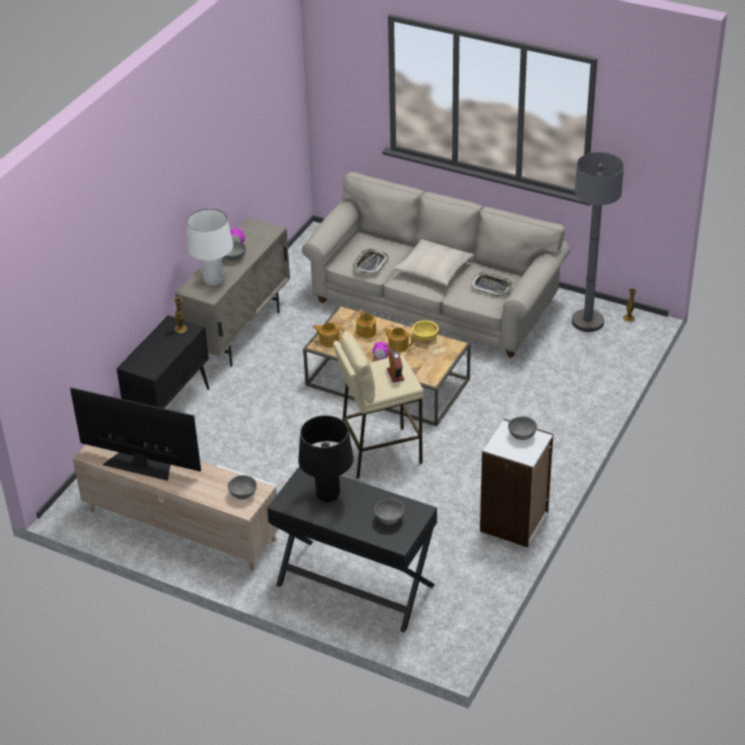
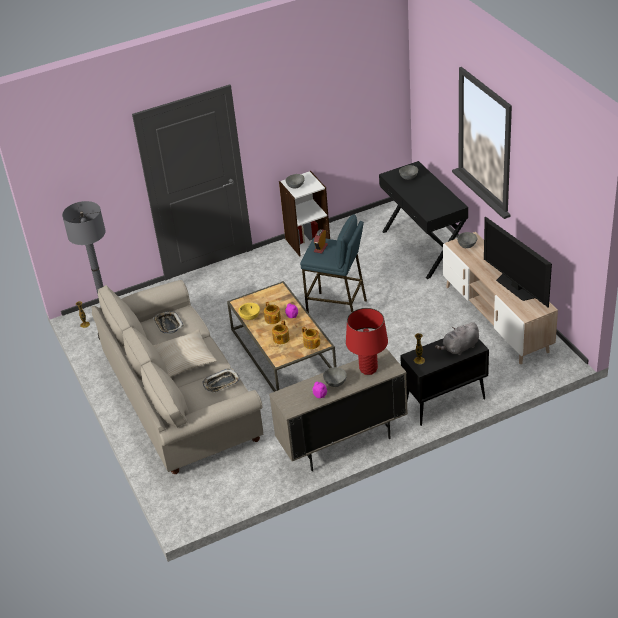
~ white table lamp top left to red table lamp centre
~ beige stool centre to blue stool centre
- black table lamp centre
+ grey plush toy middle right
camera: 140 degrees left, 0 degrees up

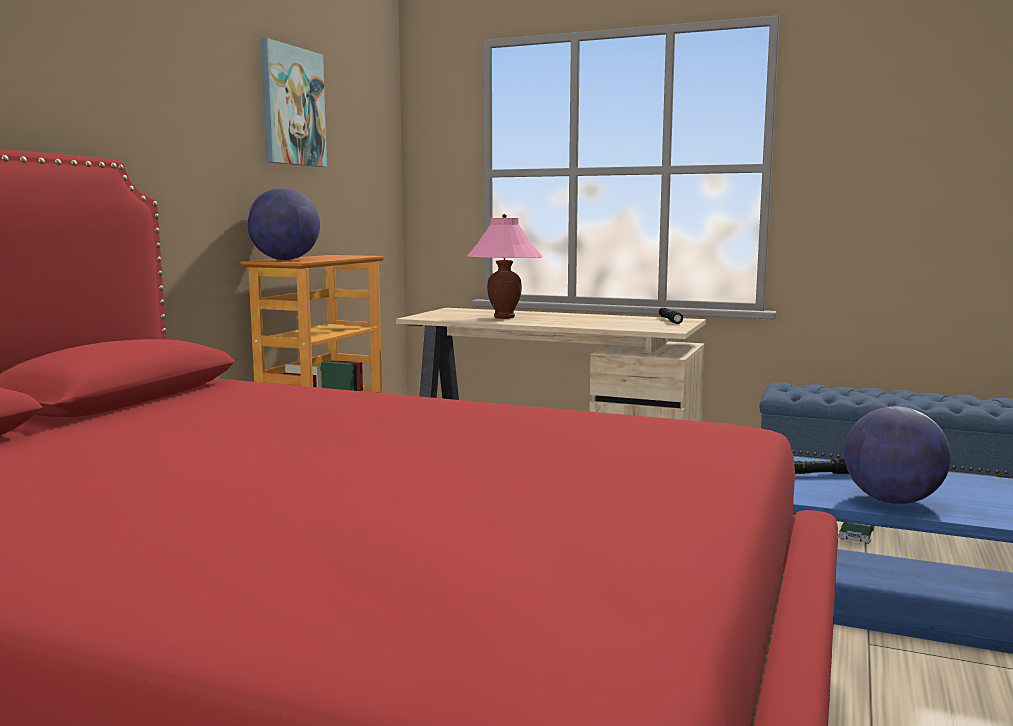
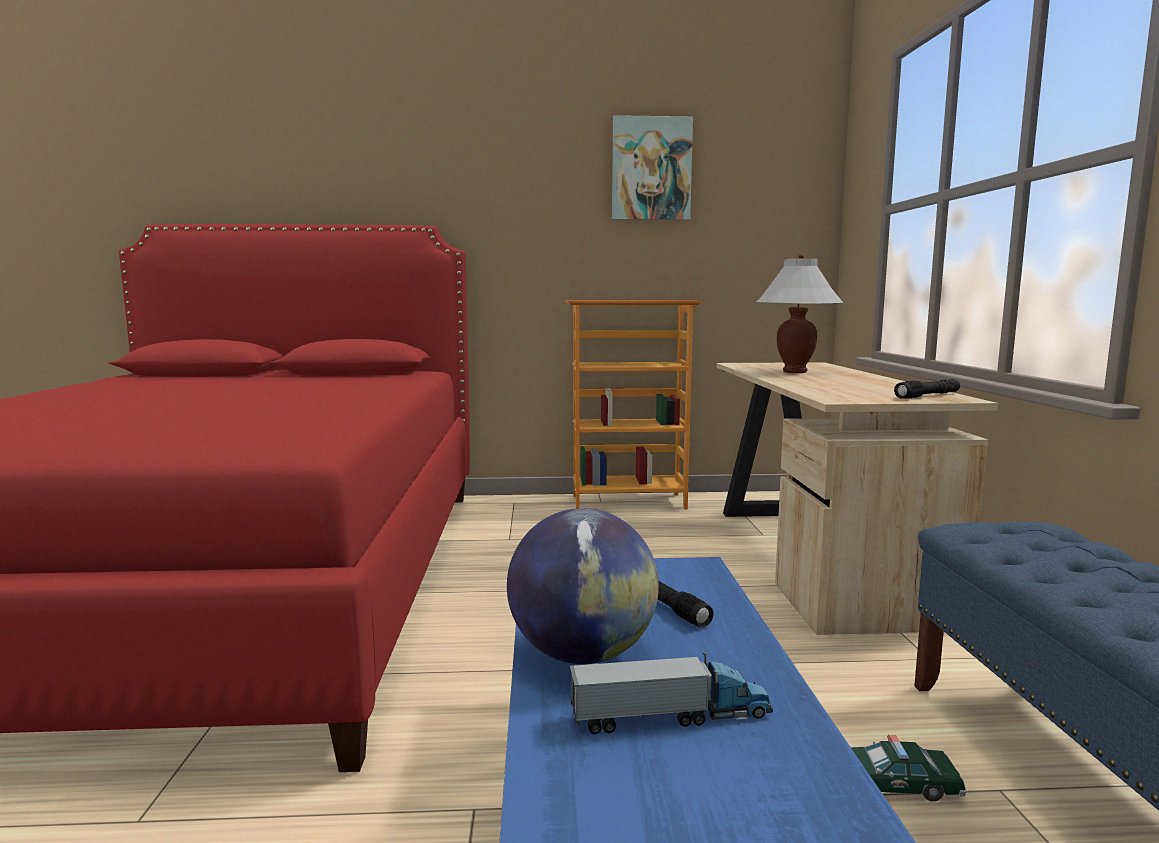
- globe (no. 1 from left) top left
~ pink table lamp centre to white table lamp middle right
+ toy truck bottom centre
camera: 65 degrees right, 0 degrees up

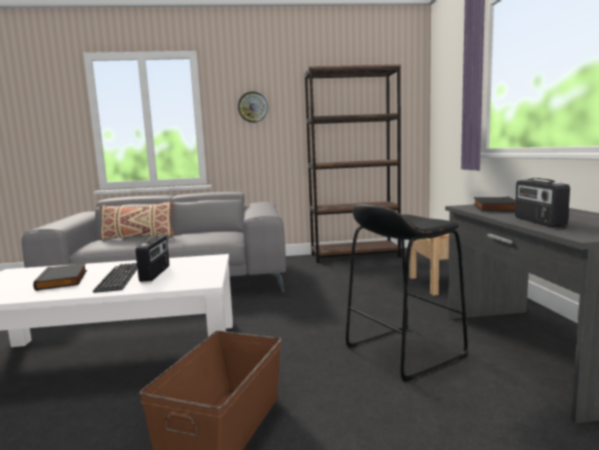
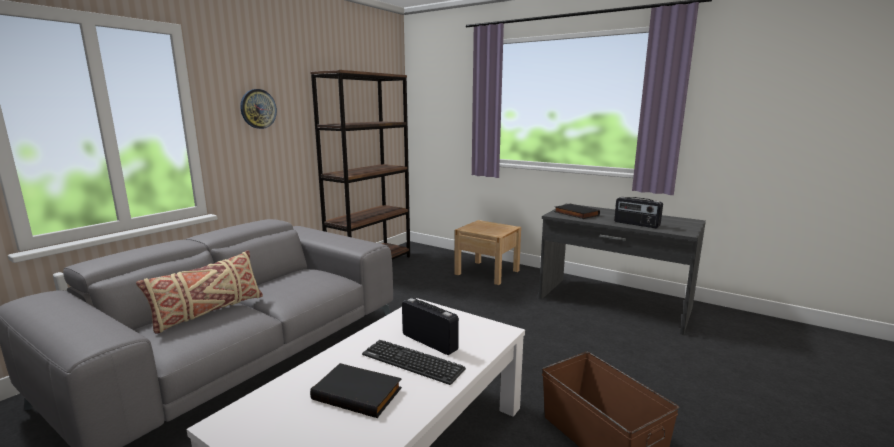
- black stool middle right
camera: 50 degrees left, 5 degrees up

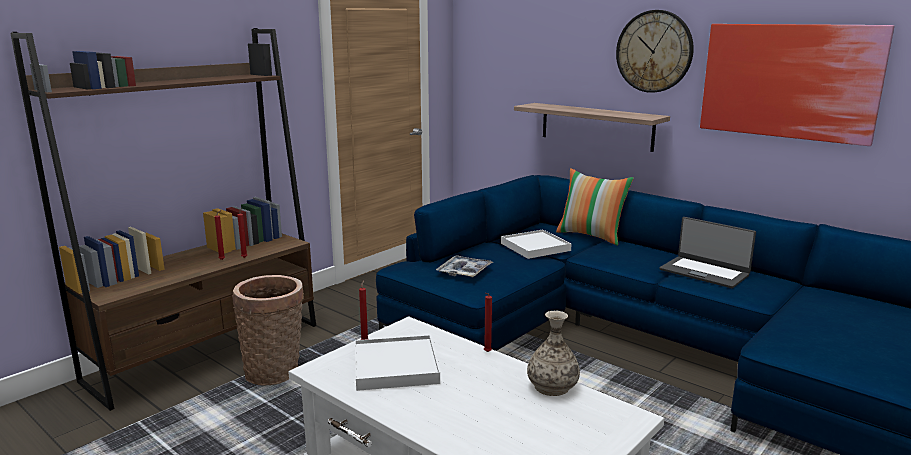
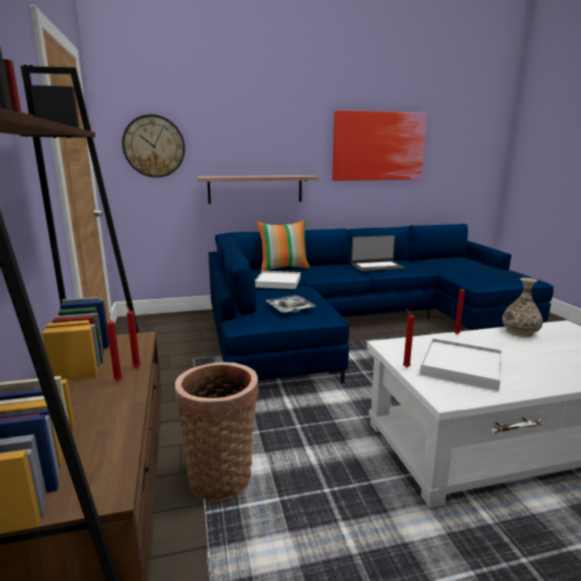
~ wall clock top right to top left
camera: 55 degrees left, 0 degrees up

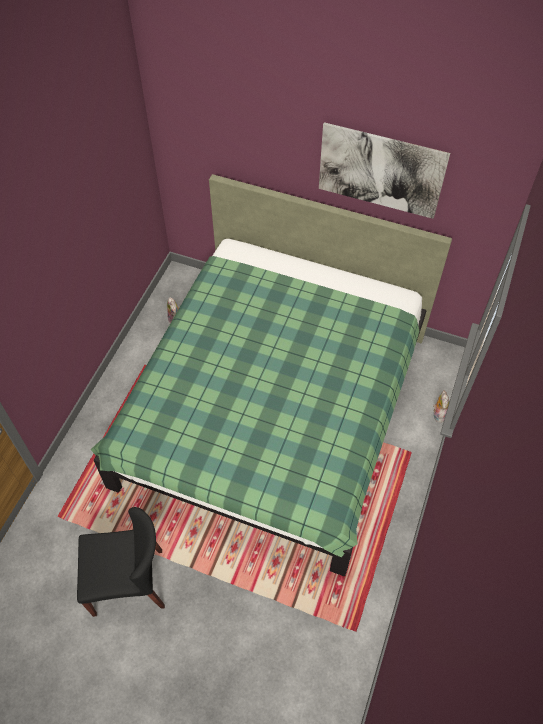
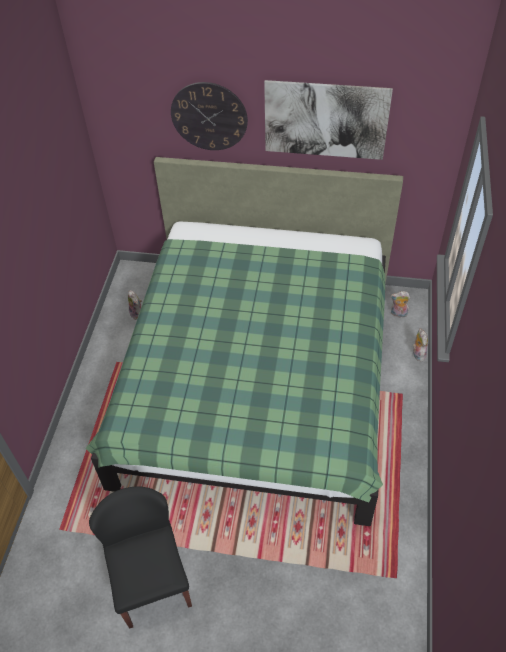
~ black chair bottom left = bottom left 90 degrees counterclockwise
+ wall clock top centre
+ plush toy (no. 2 from left) middle right
camera: 10 degrees left, 5 degrees down

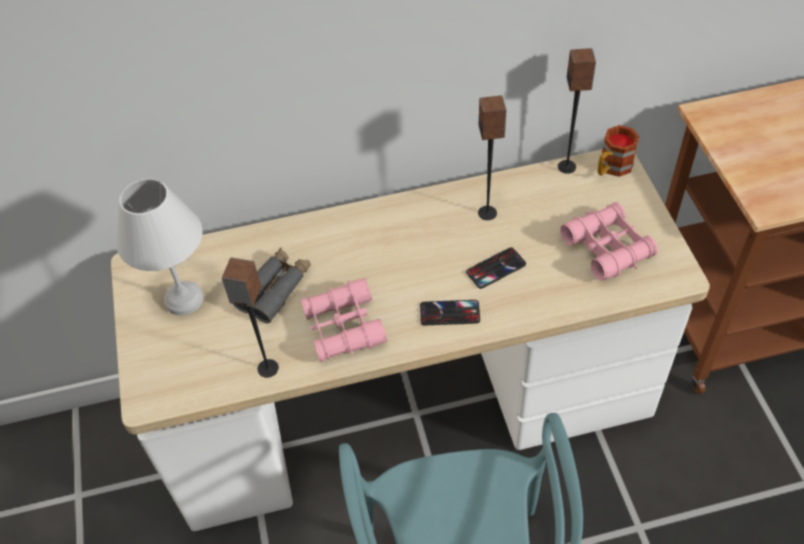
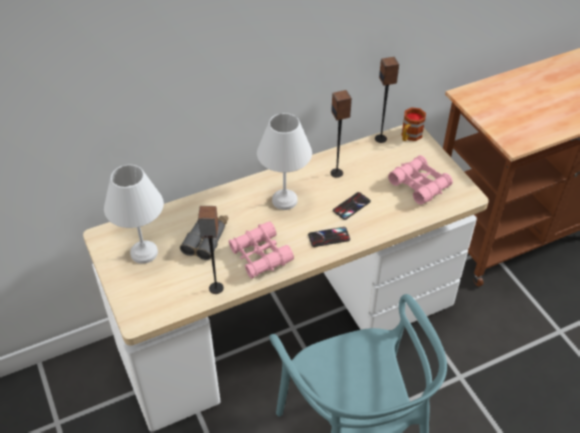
+ white table lamp (no. 2 from left) centre
camera: 15 degrees left, 5 degrees down

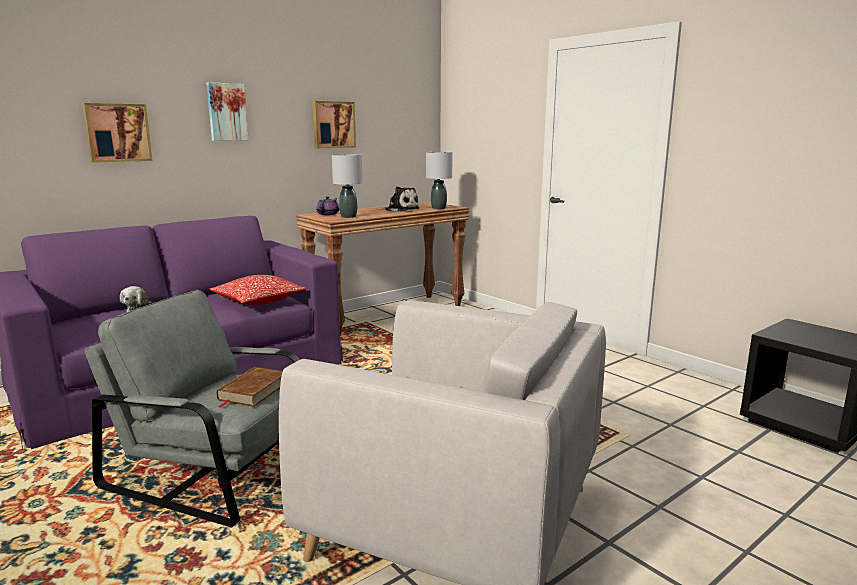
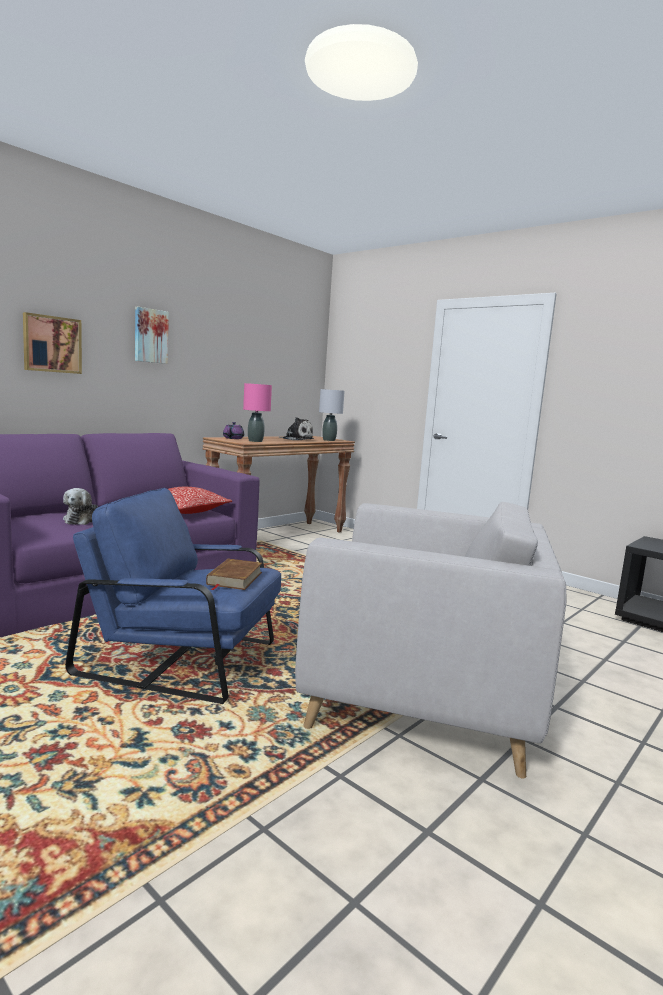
- picture (no. 3 from left) top centre
~ grey table lamp (no. 1 from left) top centre to pink table lamp centre
~ grey armchair (no. 1 from left) bottom left to blue armchair middle left
camera: 10 degrees left, 5 degrees down

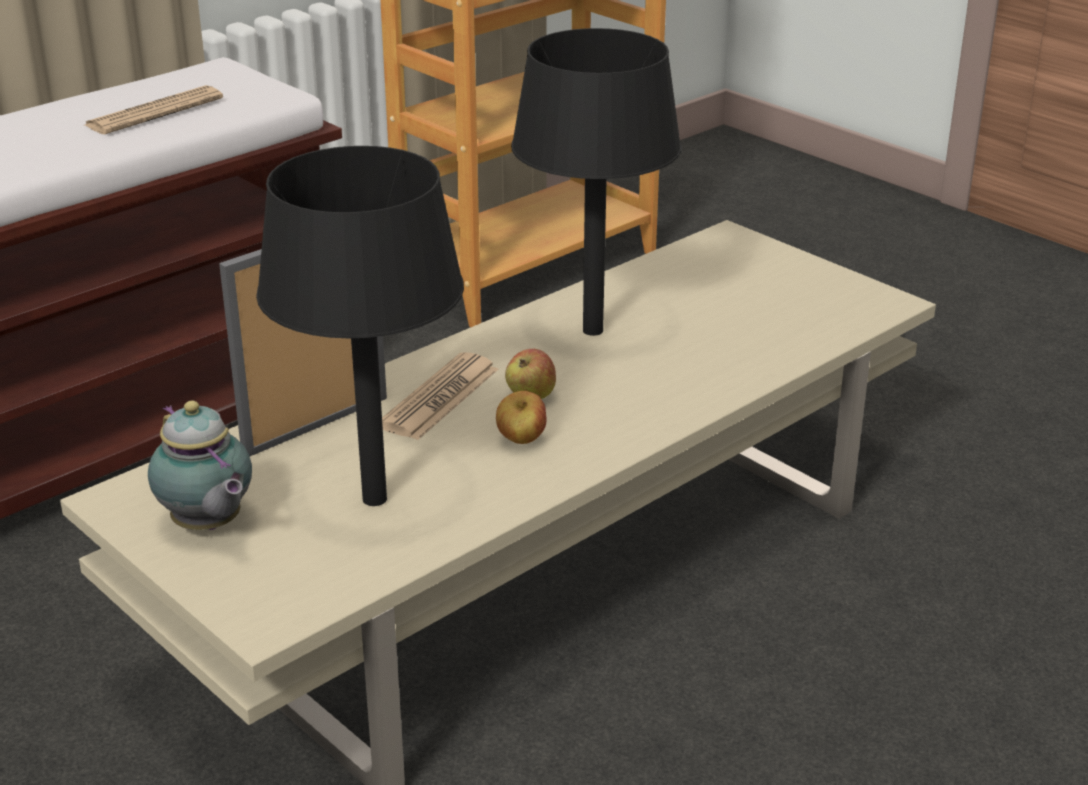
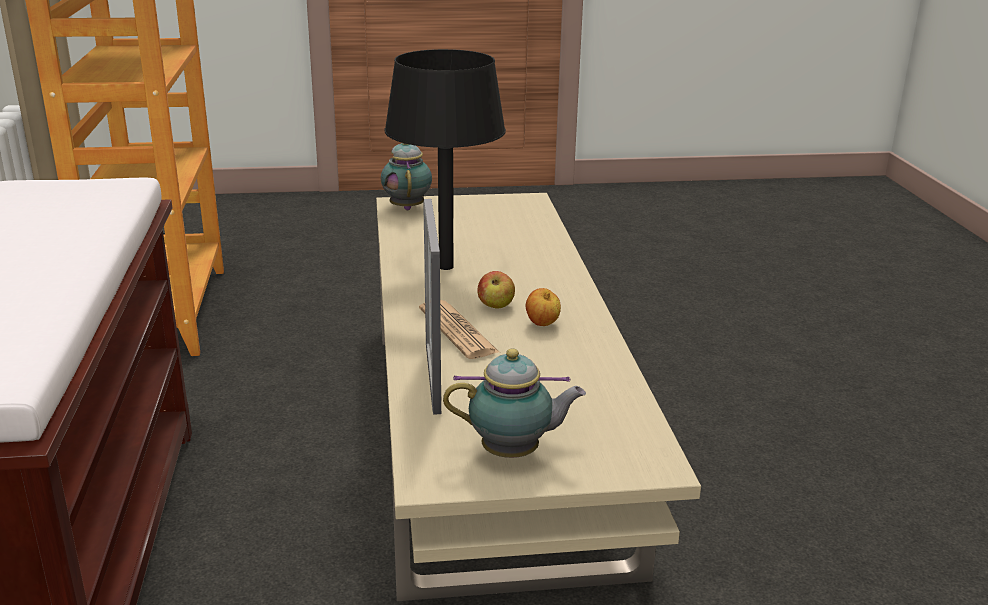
- newspaper (no. 1 from left) top left
- black table lamp (no. 1 from left) middle left
+ teapot (no. 1 from left) top centre
camera: 55 degrees left, 5 degrees down

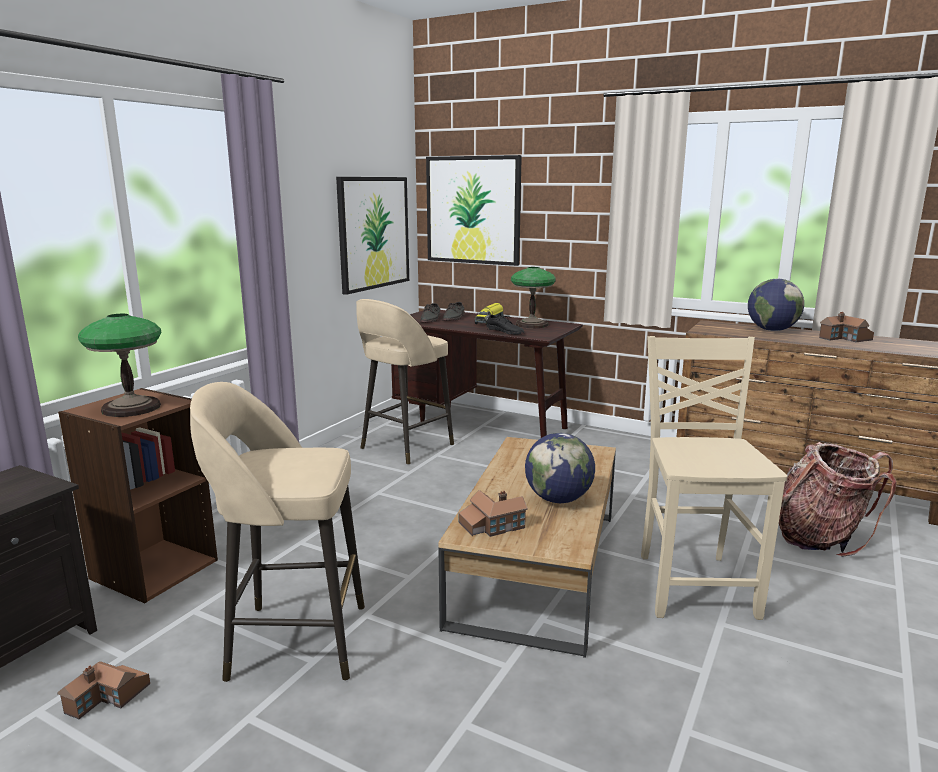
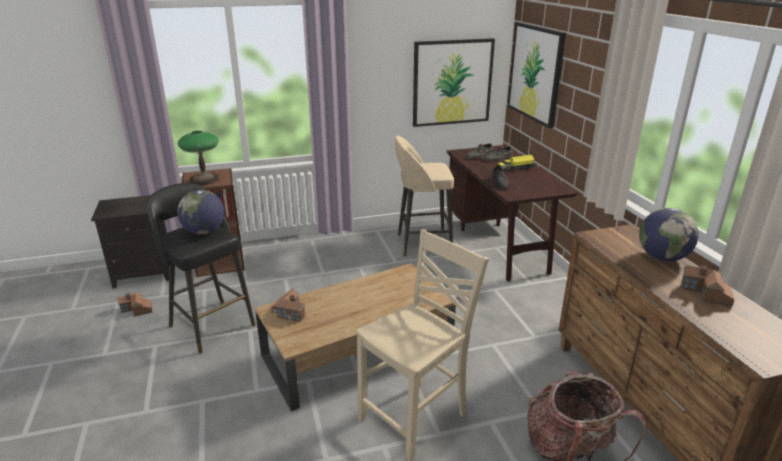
- table lamp (no. 2 from left) centre
~ beige stool (no. 1 from left) bottom left to black stool middle left
~ globe (no. 1 from left) centre to middle left
camera: 45 degrees right, 10 degrees up

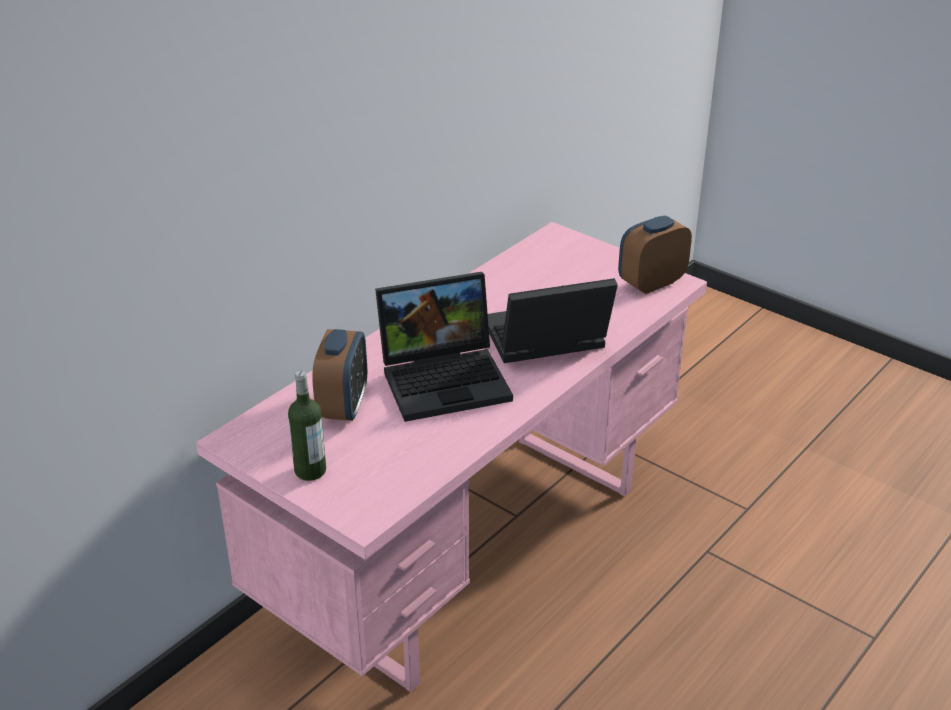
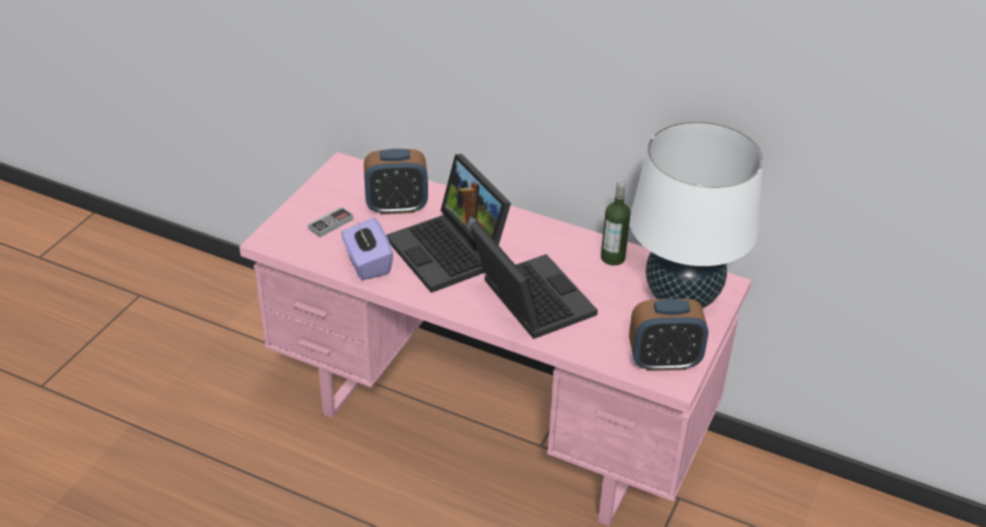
~ alarm clock (no. 2 from left) middle right = middle right 135 degrees clockwise
~ bottle middle left to centre
+ white table lamp middle right
+ game controller centre
+ purple tissue box centre
camera: 75 degrees right, 5 degrees up

